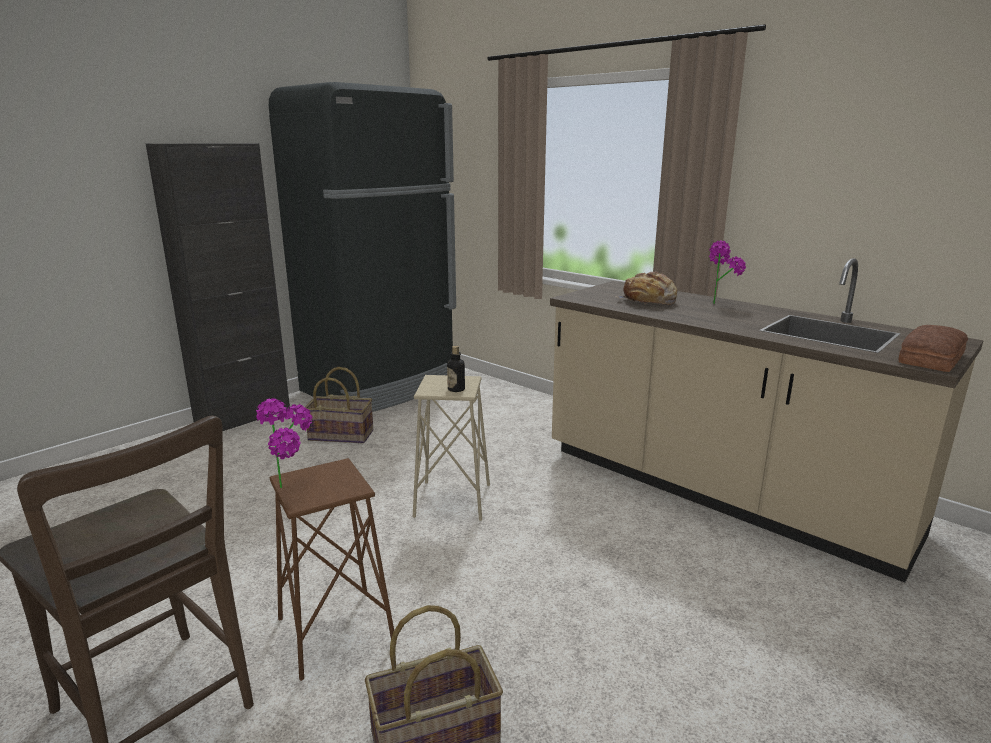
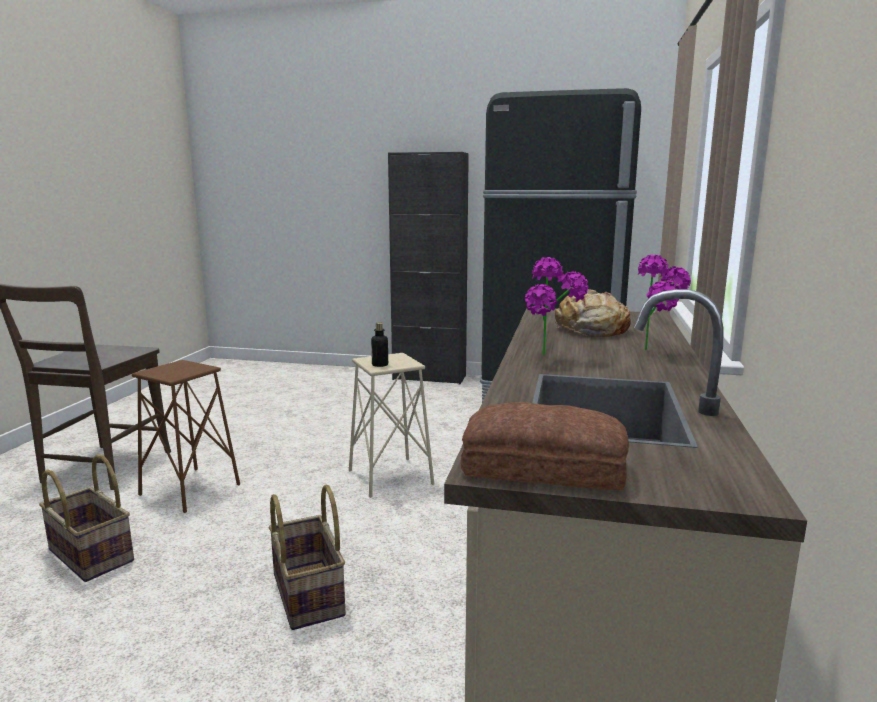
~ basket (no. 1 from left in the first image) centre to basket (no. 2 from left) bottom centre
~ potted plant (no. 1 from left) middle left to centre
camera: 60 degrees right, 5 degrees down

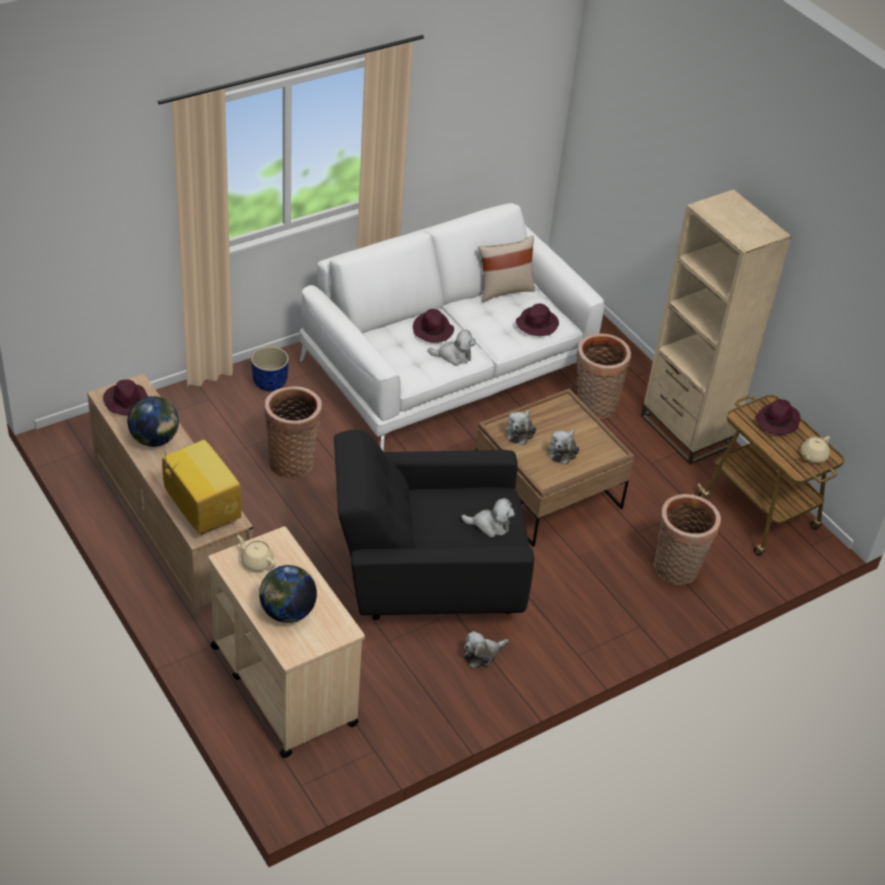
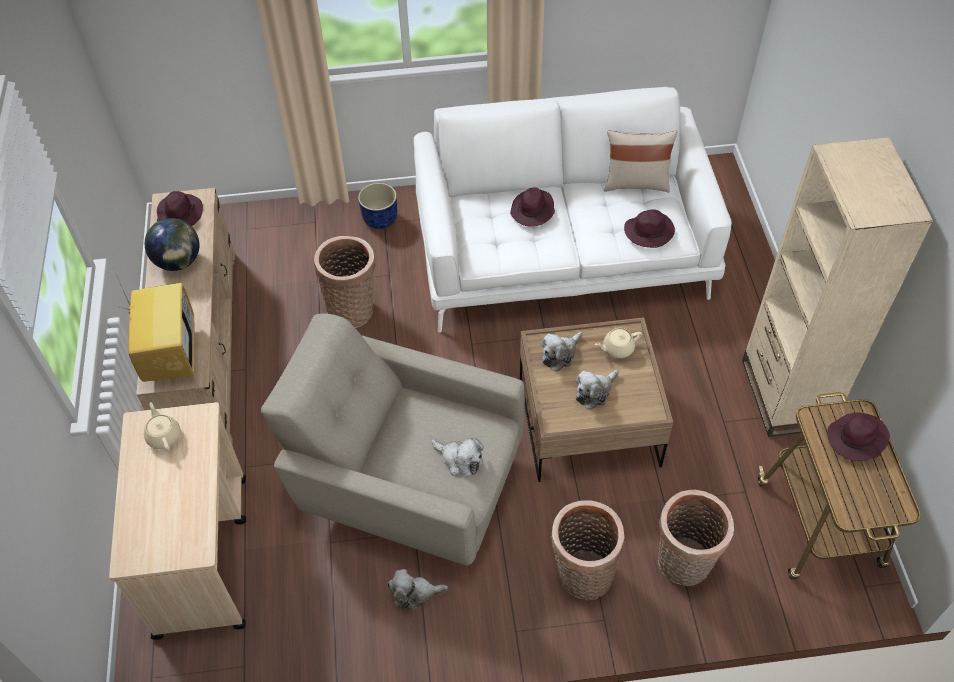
- plush toy (no. 1 from left) centre
~ basket (no. 2 from left) middle right to bottom centre
~ black armchair centre to beige armchair centre
~ beige teapot (no. 2 from left) middle right to centre
- globe (no. 2 from left) bottom left
camera: 30 degrees right, 10 degrees up

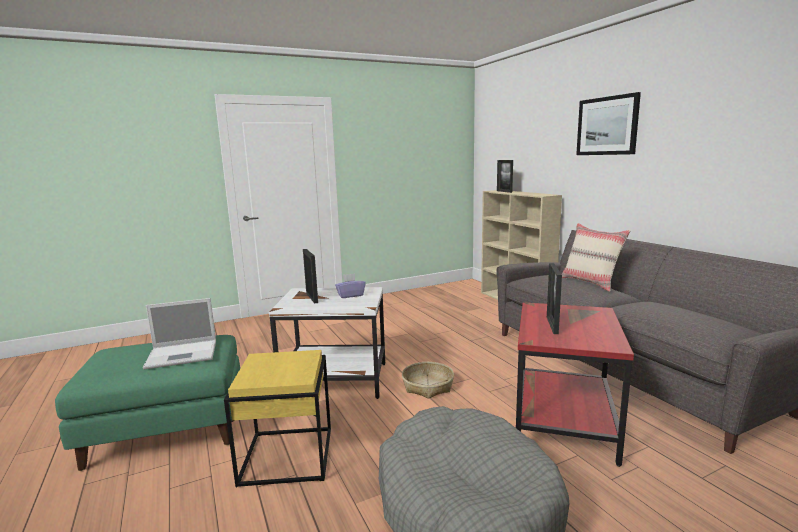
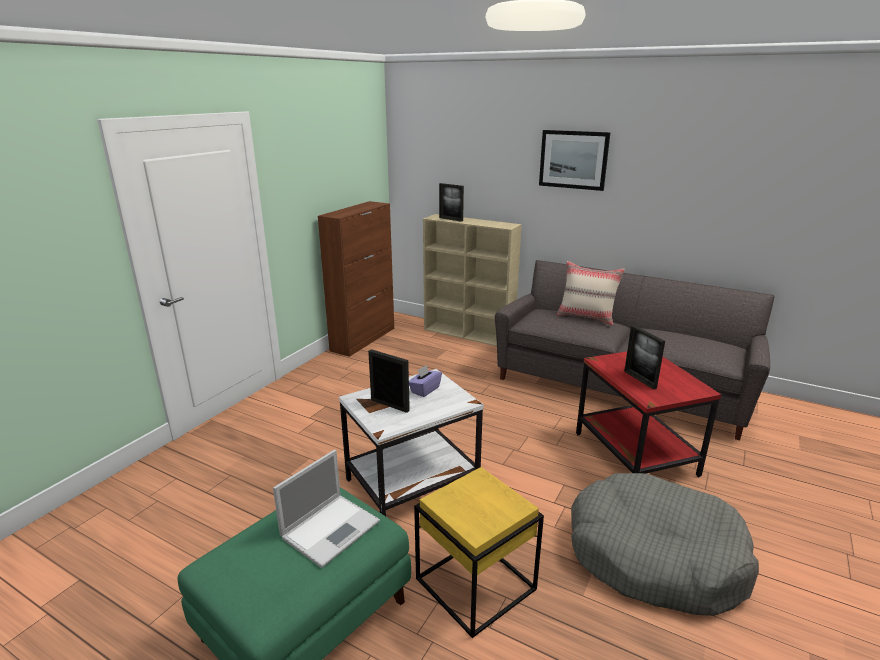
- basket bottom centre
+ brown cabinet centre
camera: 35 degrees left, 10 degrees up

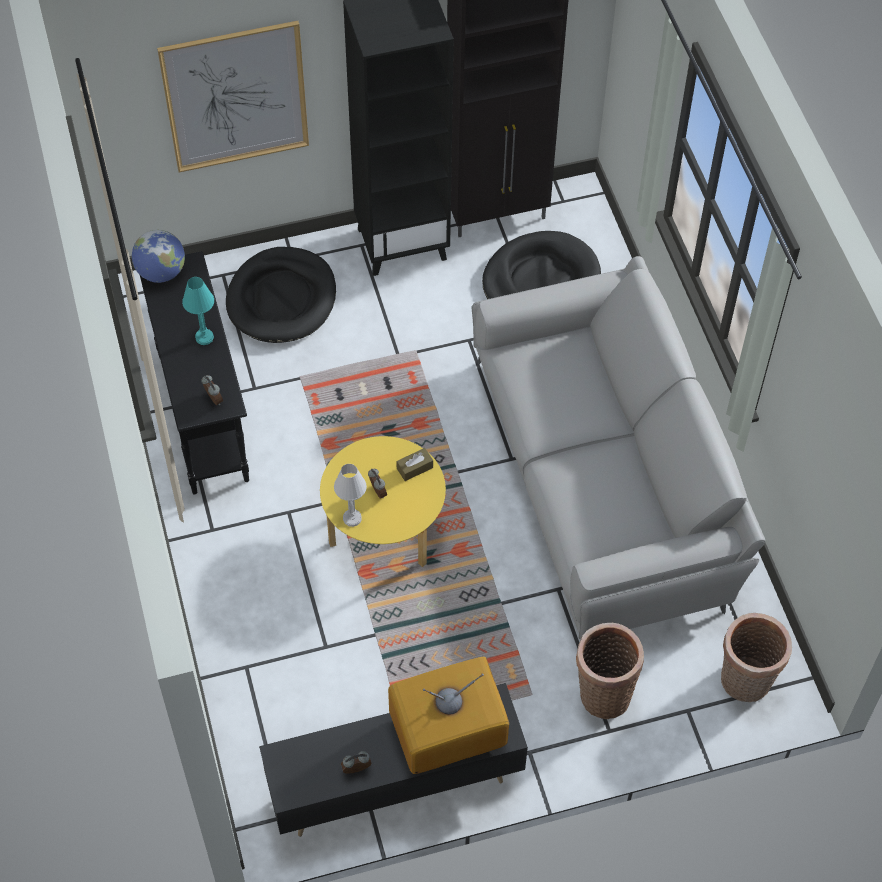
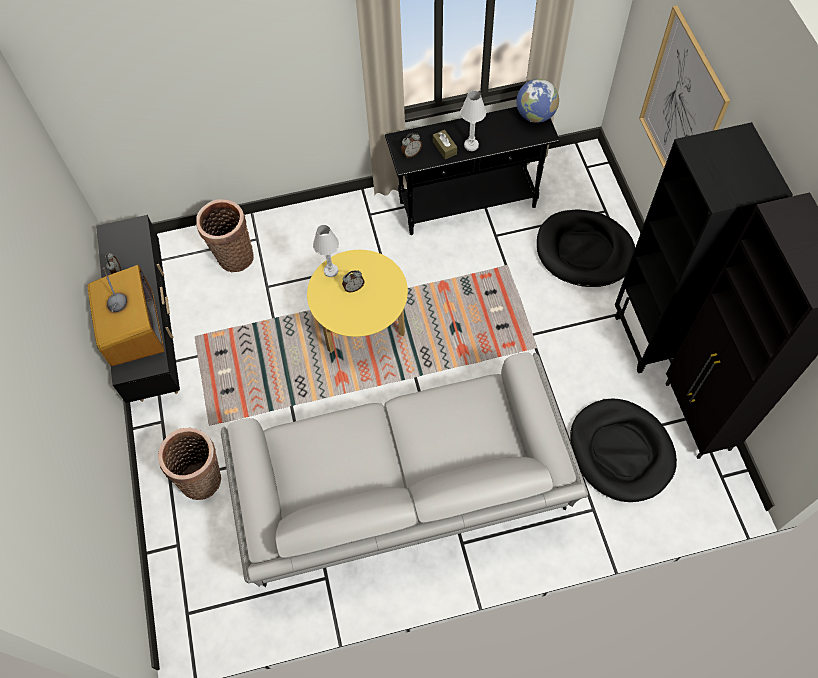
~ turquoise table lamp middle left to white table lamp (no. 2 from left) top centre
~ brown tissue box centre to top centre
~ basket (no. 2 from left) bottom right to middle left
camera: 95 degrees right, 5 degrees up

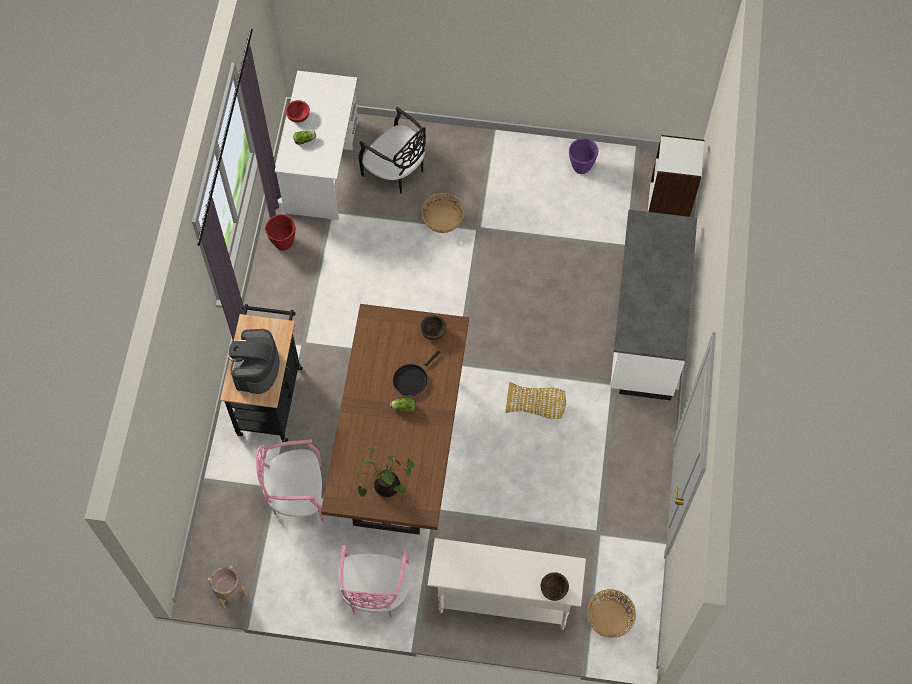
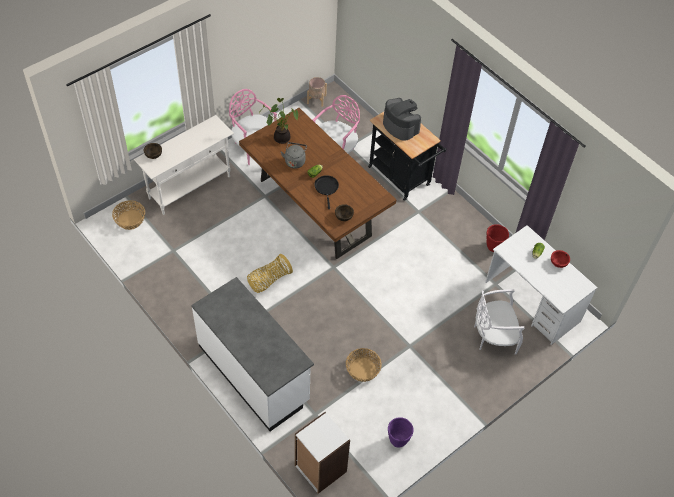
~ black chair top centre to white chair middle right
~ basket (no. 1 from left in the first image) top centre to basket (no. 3 from left) bottom centre
+ grey kettle top centre
camera: 130 degrees right, 10 degrees down

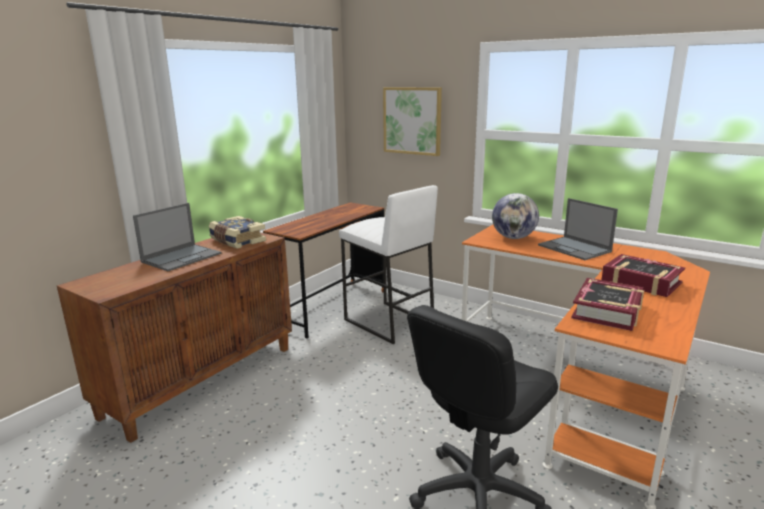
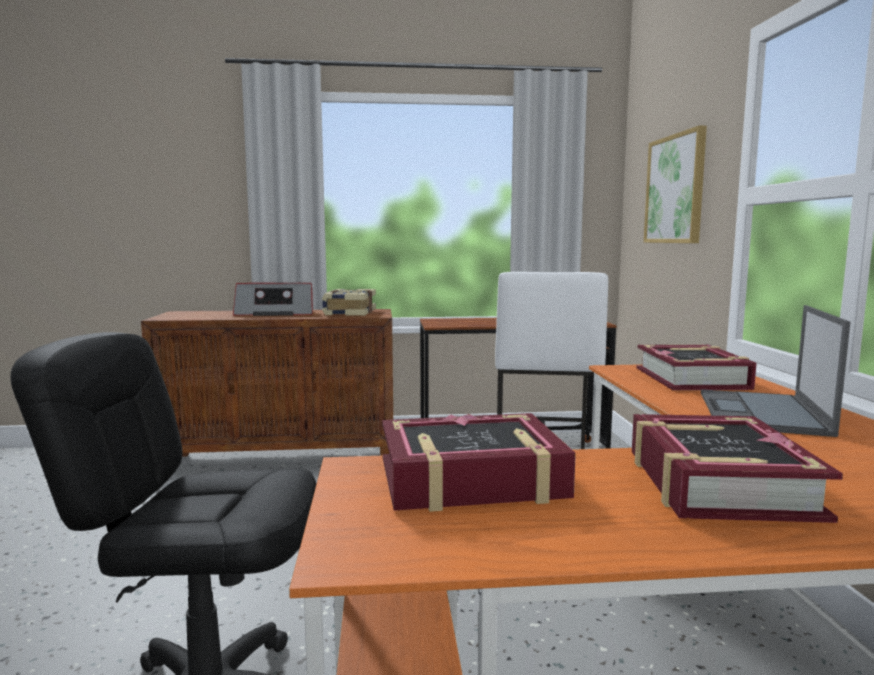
~ globe middle right to book (no. 3 from left) middle right
~ laptop (no. 1 from left) middle left to radio middle left
camera: 50 degrees right, 10 degrees down

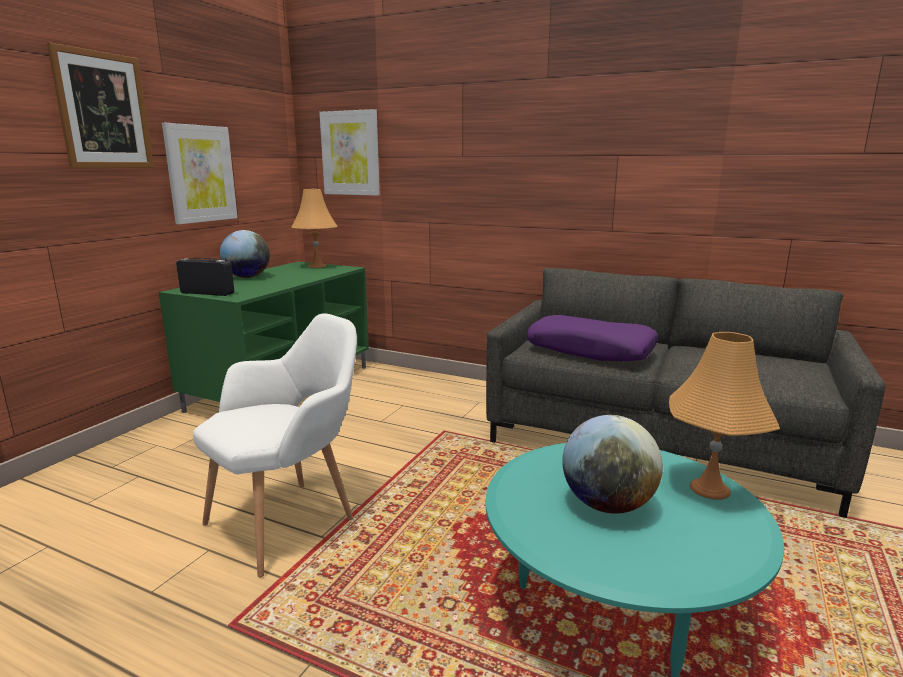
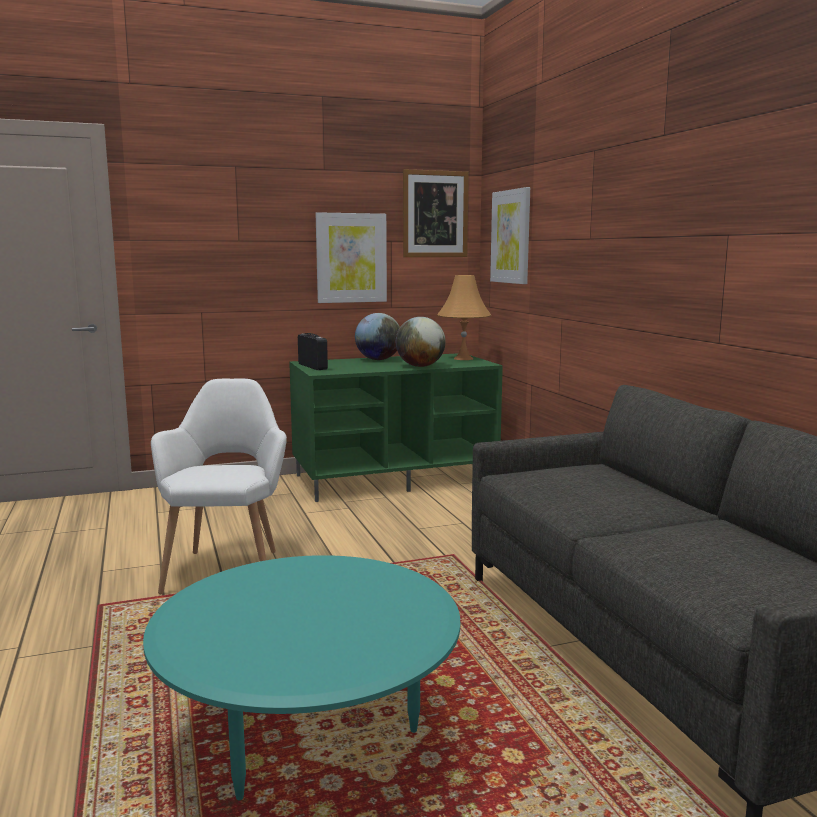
~ picture (no. 1 from left in the first image) top left to picture (no. 2 from left) top centre
~ white armchair middle left = middle left 90 degrees counterclockwise
- purple pillow centre
- orange table lamp (no. 2 from left) middle right
~ globe (no. 2 from left) bottom right to centre
camera: 45 degrees right, 5 degrees down

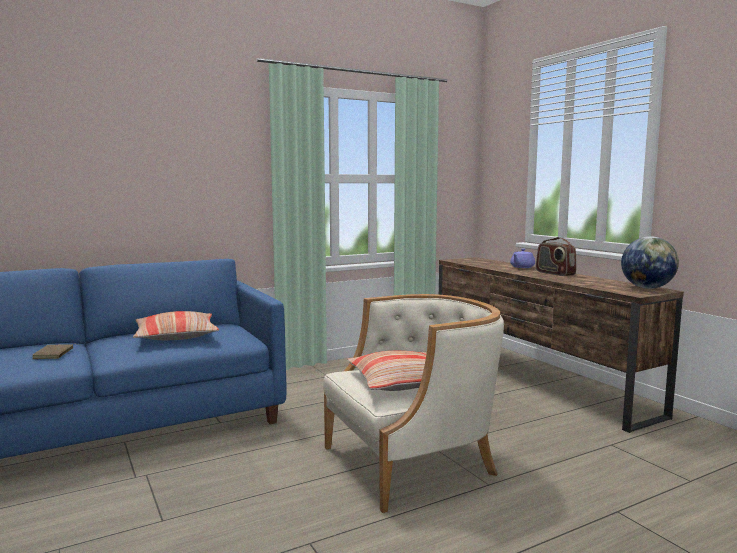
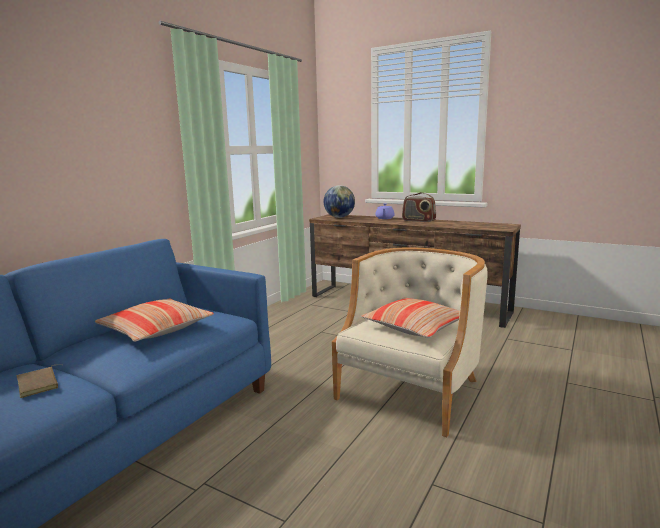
~ globe middle right to centre
camera: 30 degrees left, 5 degrees up

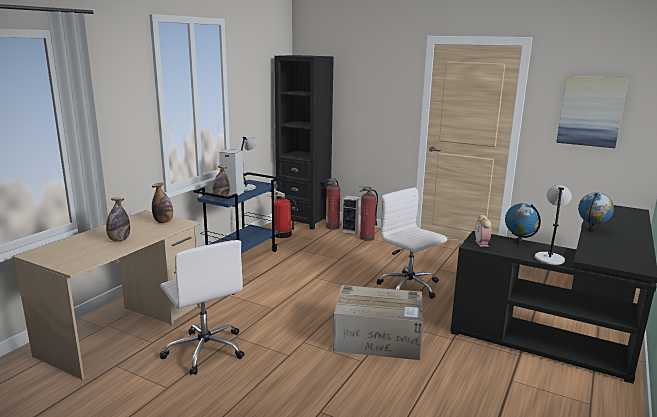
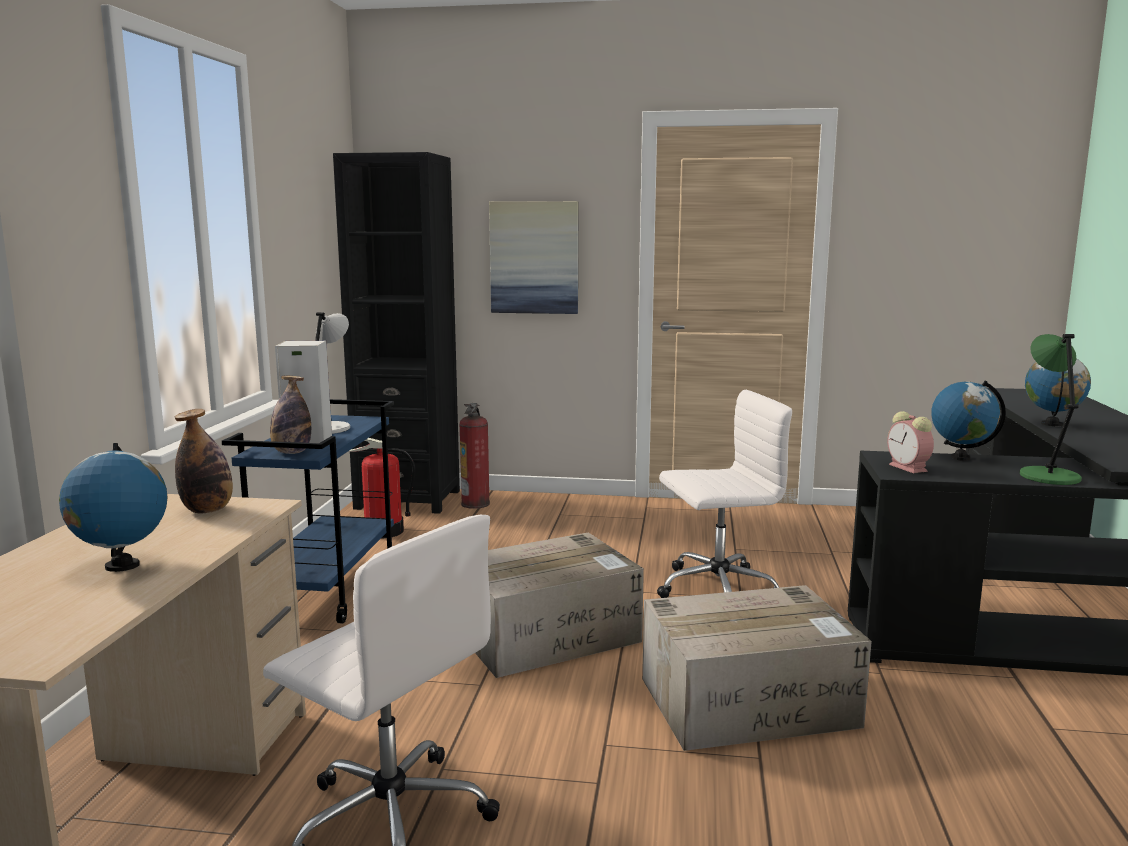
~ picture top right to top centre
~ grey table lamp (no. 2 from left) middle right to green table lamp middle right
- fire extinguisher (no. 3 from left) centre
~ white office chair (no. 2 from left) centre = centre 135 degrees clockwise
- speaker (no. 2 from left) centre
~ bottle (no. 1 from left) middle left to globe (no. 1 from left) middle left
+ cardboard box (no. 1 from left) bottom centre
camera: 20 degrees left, 5 degrees down

